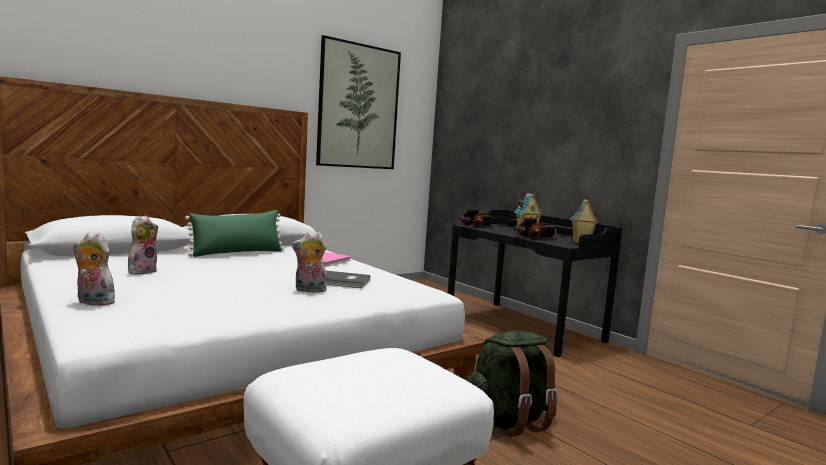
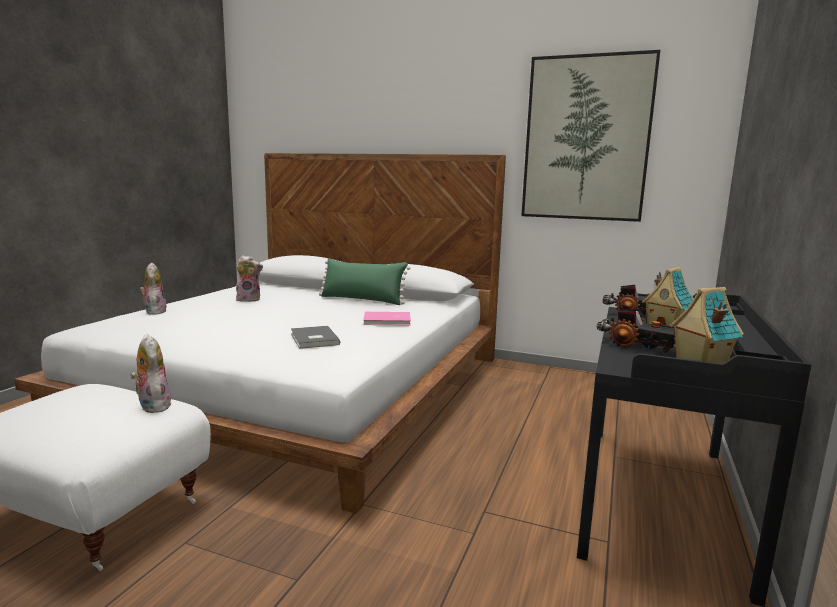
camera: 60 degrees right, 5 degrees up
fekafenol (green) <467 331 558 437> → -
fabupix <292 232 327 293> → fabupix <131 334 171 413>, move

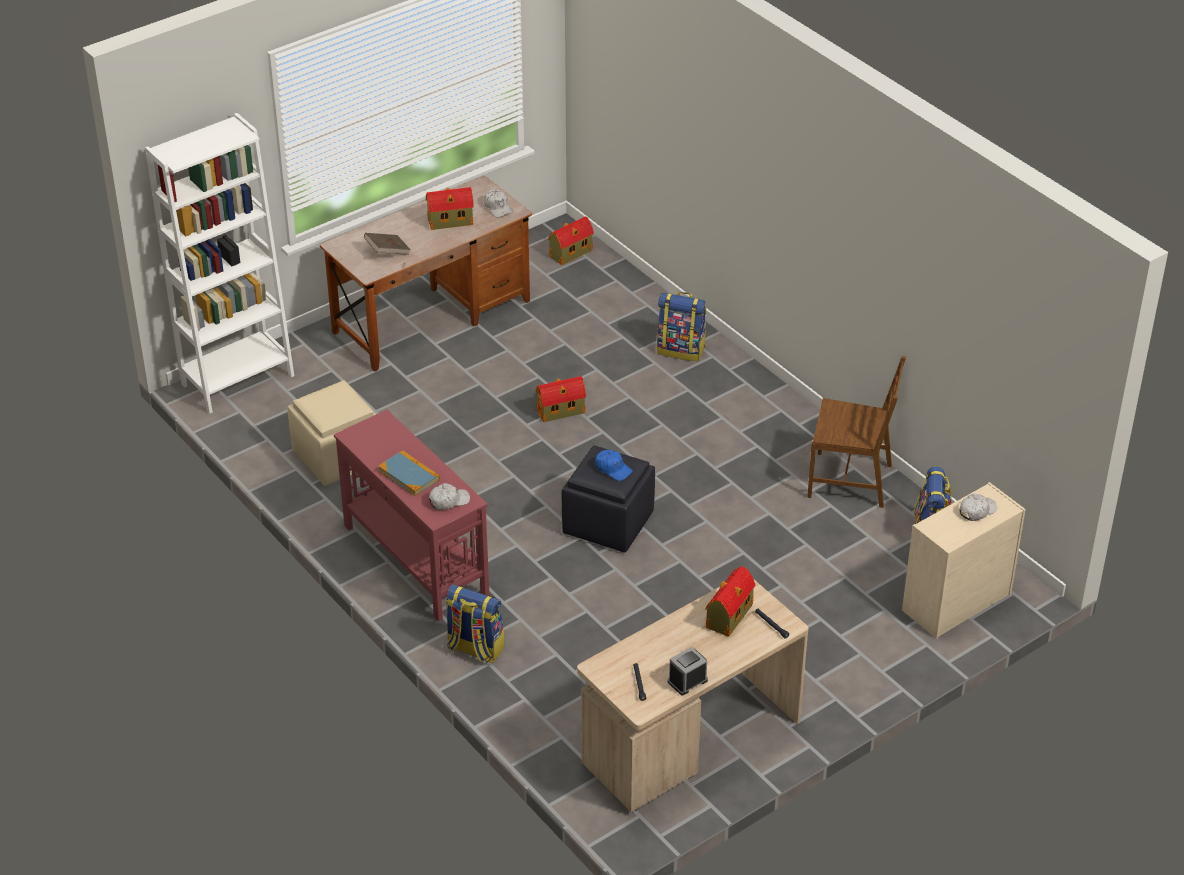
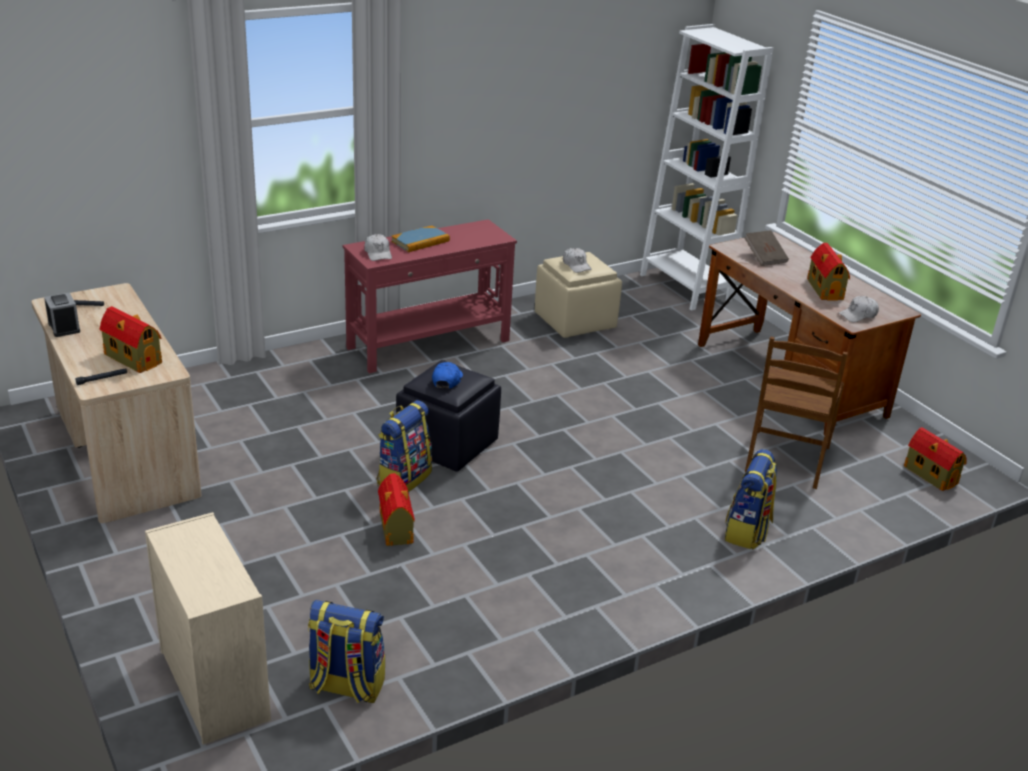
camera: 95 degrees right, 10 degrees down
fekafenol <446 584 504 663> → fekafenol <377 400 432 492>, move
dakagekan <535 376 586 422> → dakagekan <378 473 415 546>, move
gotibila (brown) <807 356 906 508> → gotibila (brown) <745 336 848 489>, move
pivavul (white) <959 494 997 521> → pivavul (white) <563 248 592 273>, move
pivavul (blue) <595 450 633 481> → pivavul (blue) <432 362 463 389>, 150 degrees clockwise

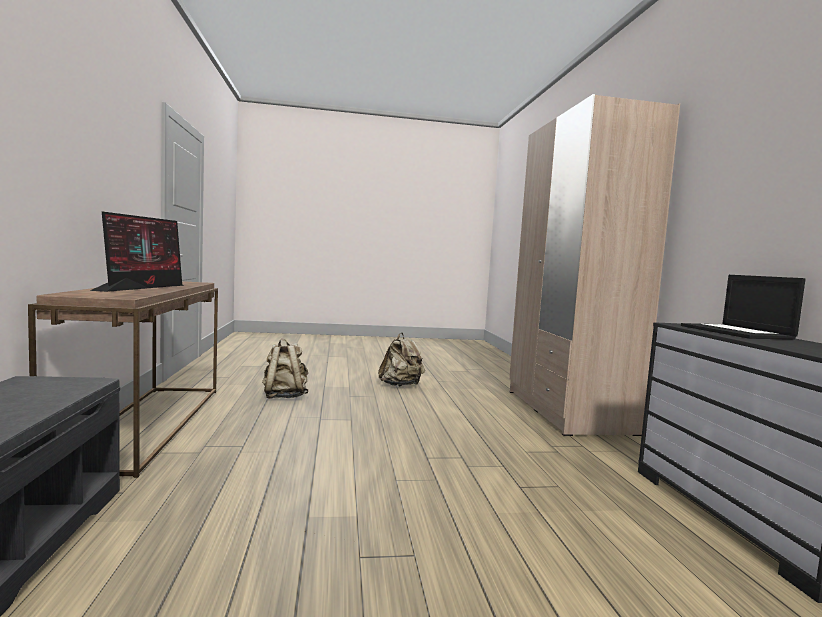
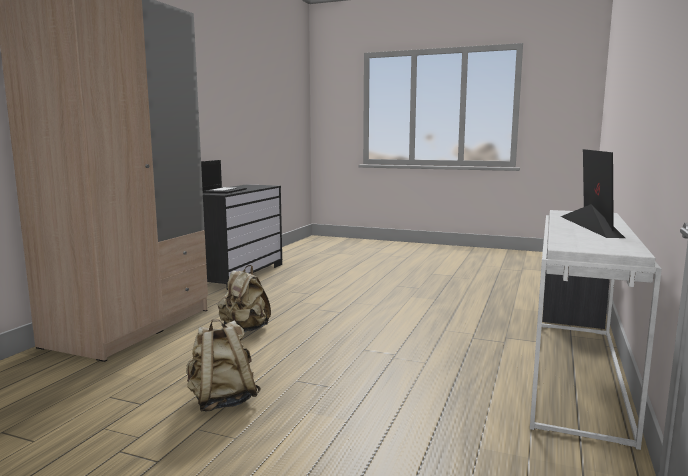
camera: 150 degrees left, 5 degrees up
fekafenol (beige) <262 339 308 399> → fekafenol (beige) <218 265 271 332>, move
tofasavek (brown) <28 281 218 478> → tofasavek (white) <530 210 662 450>
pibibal <90 211 183 292> → pibibal <561 149 625 238>, 150 degrees clockwise

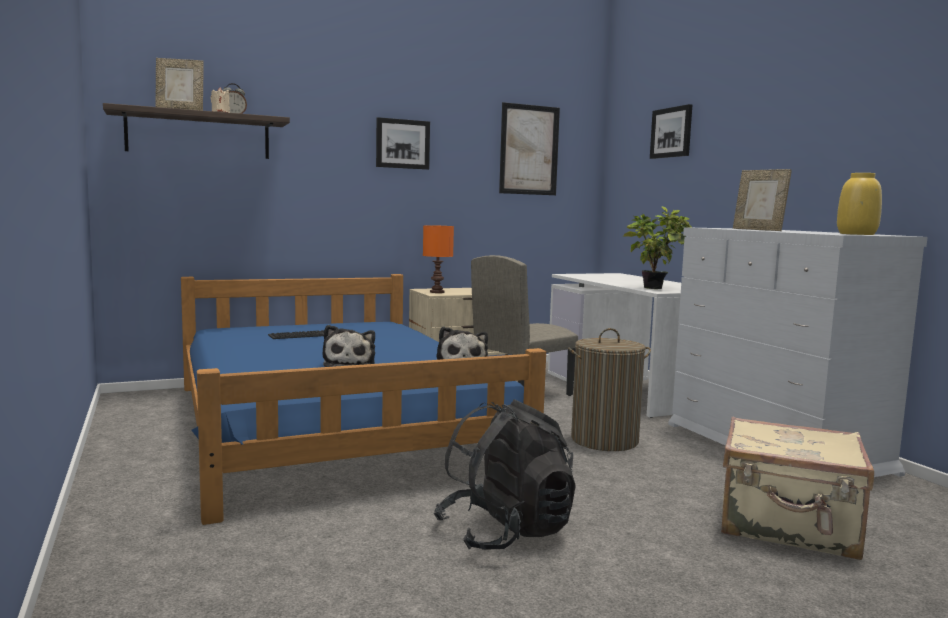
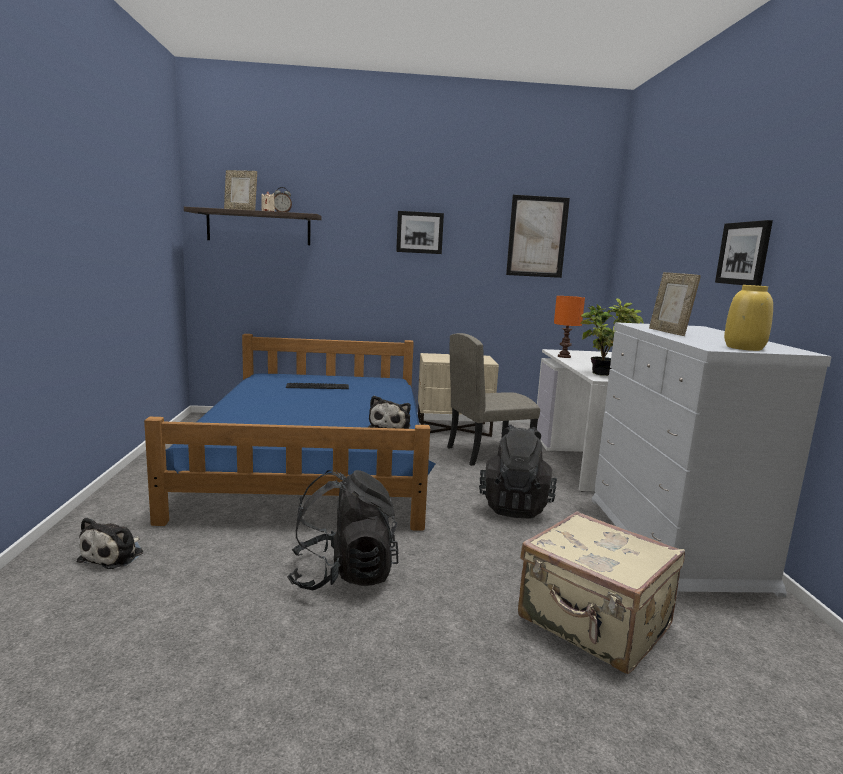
camera: 20 degrees right, 5 degrees up
fabupix <322 325 375 367> → fabupix <77 517 143 569>, move
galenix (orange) <423 225 454 293> → galenix (orange) <554 296 585 358>, move
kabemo <650 104 692 159> → kabemo <715 220 773 286>, move
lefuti <568 328 651 451> → fekafenol (black) <479 425 557 519>

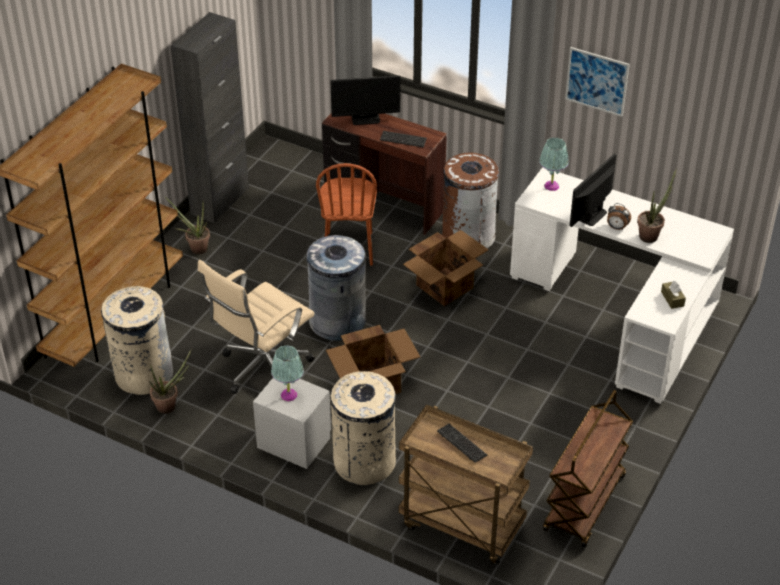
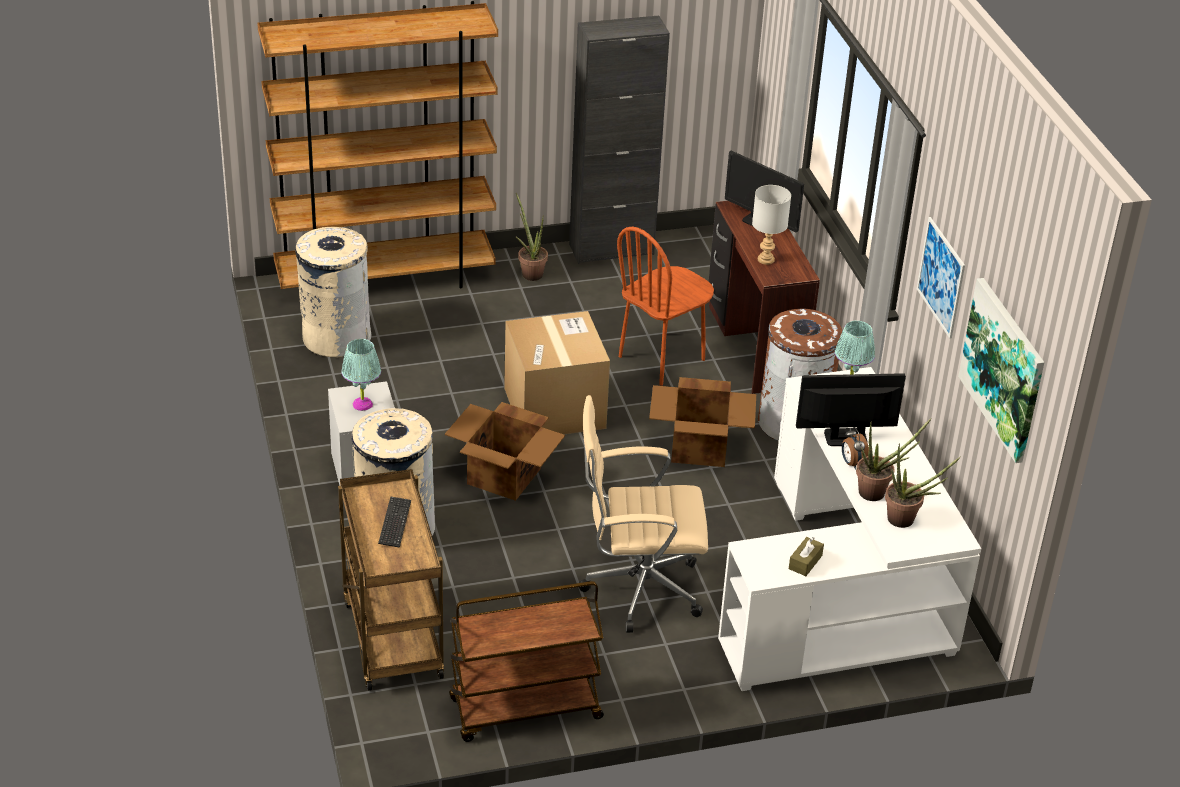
camera: 45 degrees right, 5 degrees down
- → kabemo <958 278 1045 463>
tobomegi <149 349 192 414> → tobomegi <885 443 961 528>, move
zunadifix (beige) <198 260 315 394> → zunadifix (beige) <579 395 708 633>, move
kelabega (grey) <306 235 366 341> → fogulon <504 311 610 434>
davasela <380 131 427 148> → galenix (grey) <752 185 791 265>

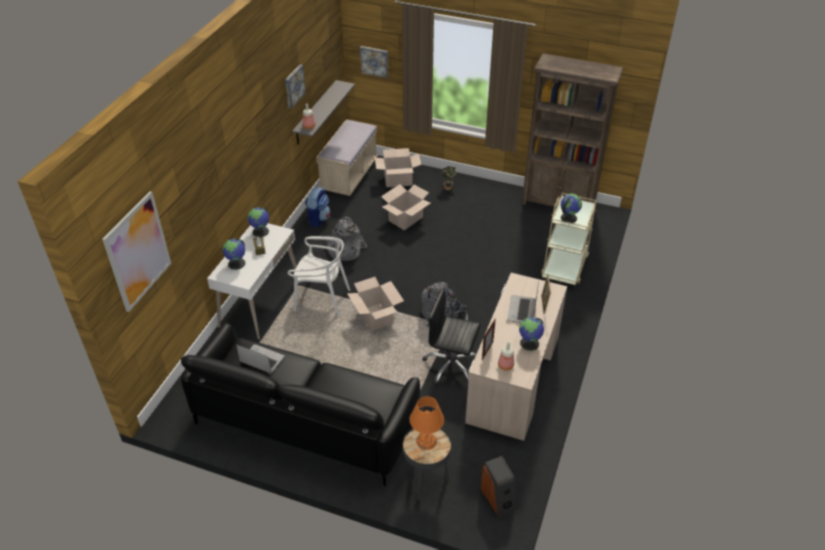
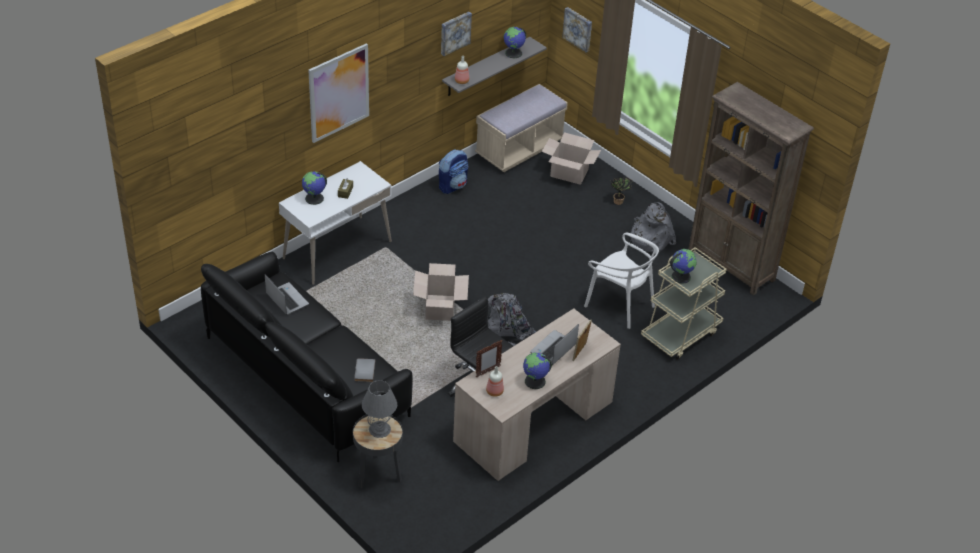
camera: 25 degrees right, 0 degrees up
fogulon <381 184 430 230> → -
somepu <480 456 516 518> → -
- → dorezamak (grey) <354 358 376 382>
kabemo <102 191 171 312> → kabemo <308 43 369 143>, move
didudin <247 207 269 237> → didudin <504 27 526 58>, move
gotibila (white) <288 236 350 315> → gotibila (white) <584 233 659 329>, move
fekafenol (grey) <326 217 367 261> → fekafenol (grey) <630 202 676 252>, move
galenix (orange) <410 396 444 450> → galenix (grey) <362 380 397 438>

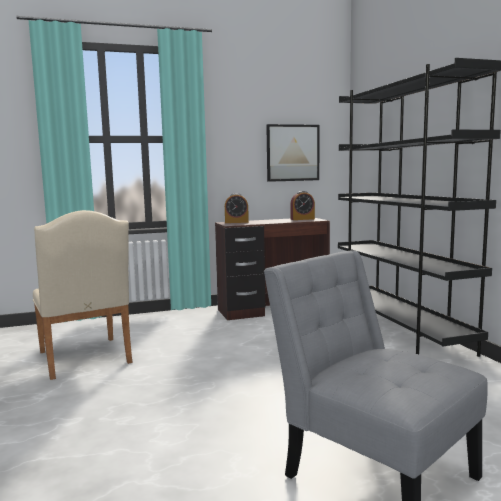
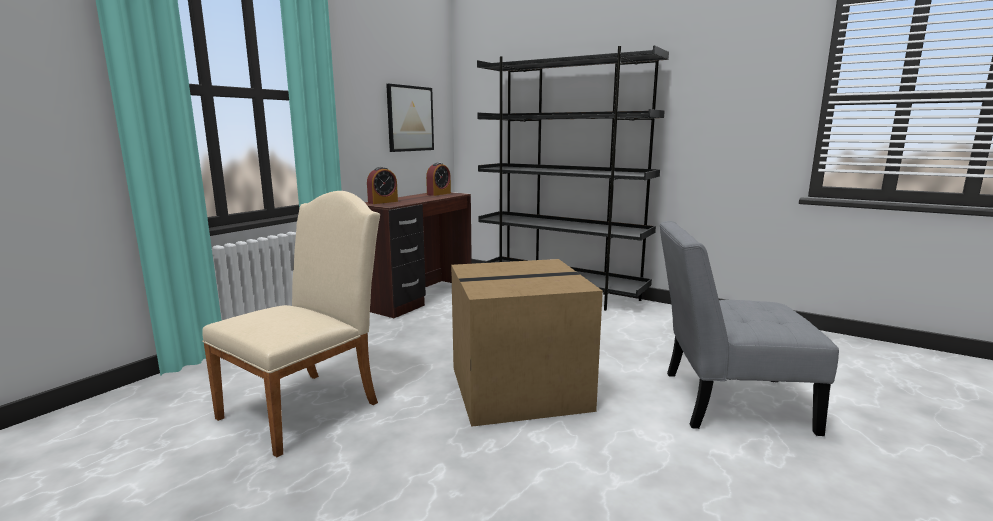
camera: 40 degrees left, 5 degrees up
- → fogulon <451 259 603 427>
gotibila (beige) <33 210 133 380> → gotibila (beige) <202 191 380 457>, 75 degrees counterclockwise

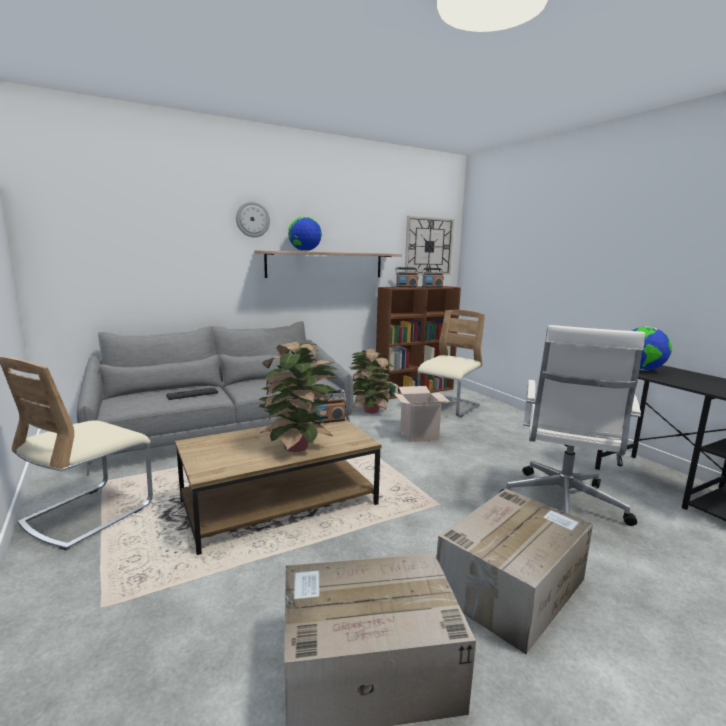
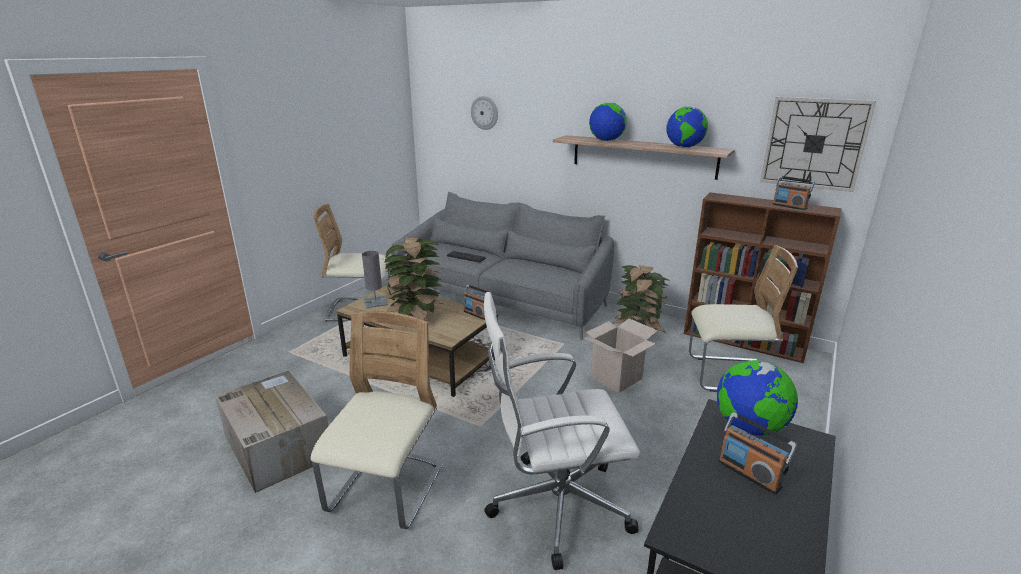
camera: 60 degrees right, 10 degrees up
- → galenix (grey) <362 251 388 308>
- → didudin <666 106 708 148>
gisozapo <236 201 270 237> → gisozapo <471 96 498 130>, move
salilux <396 267 419 287> → salilux <718 412 797 495>, move
fogulon <437 489 593 654> → gotibila (beige) <311 311 443 529>

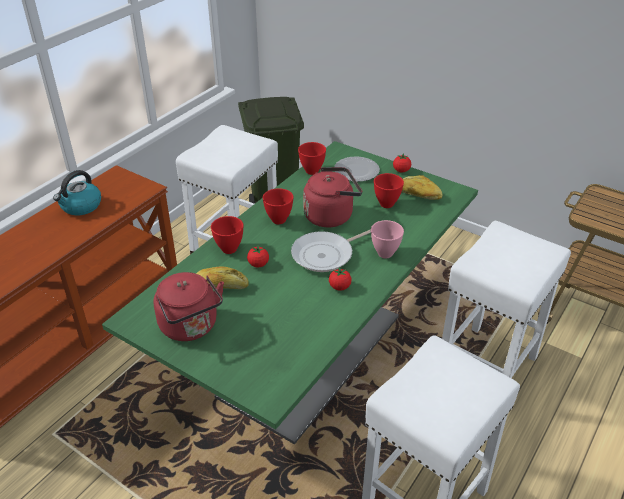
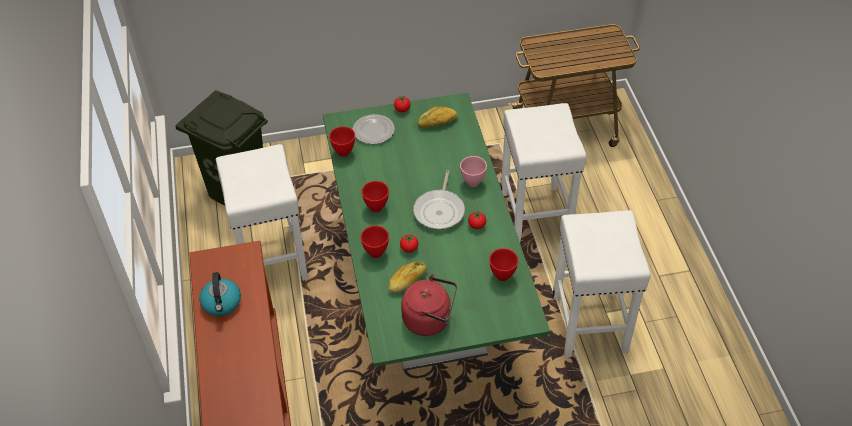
camera: 45 degrees left, 10 degrees up
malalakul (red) <303 167 362 227> → -
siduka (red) <374 173 404 208> → siduka (red) <489 248 519 281>, move

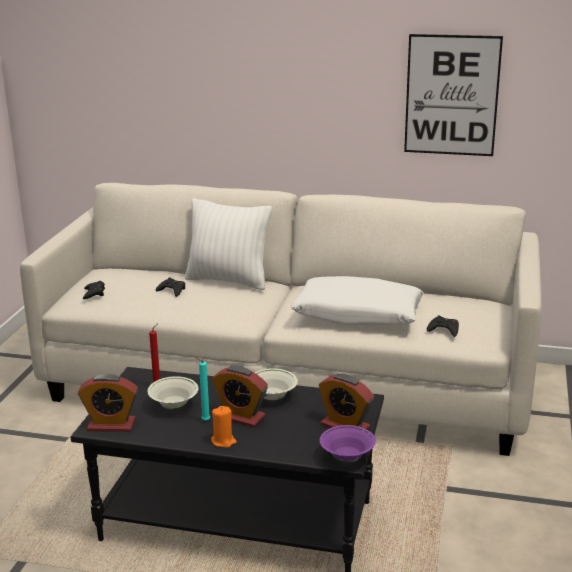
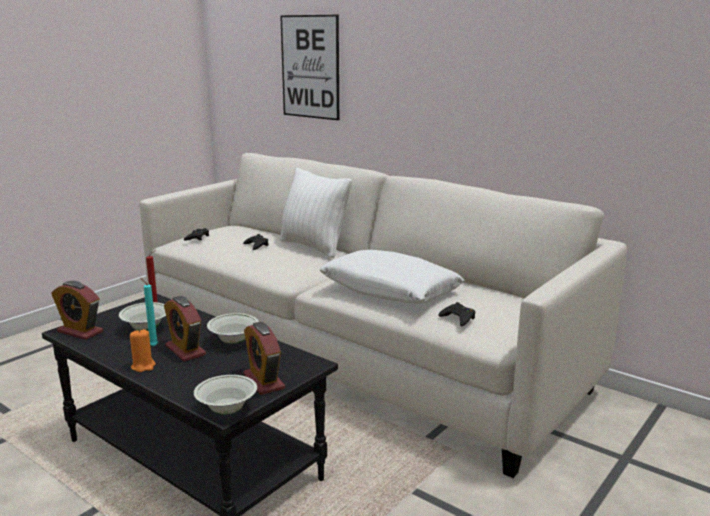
camera: 25 degrees right, 5 degrees down
kabemo <404 34 503 156> → kabemo <280 15 339 120>, move
siduka (purple) <320 425 376 463> → siduka (white) <194 375 257 415>

